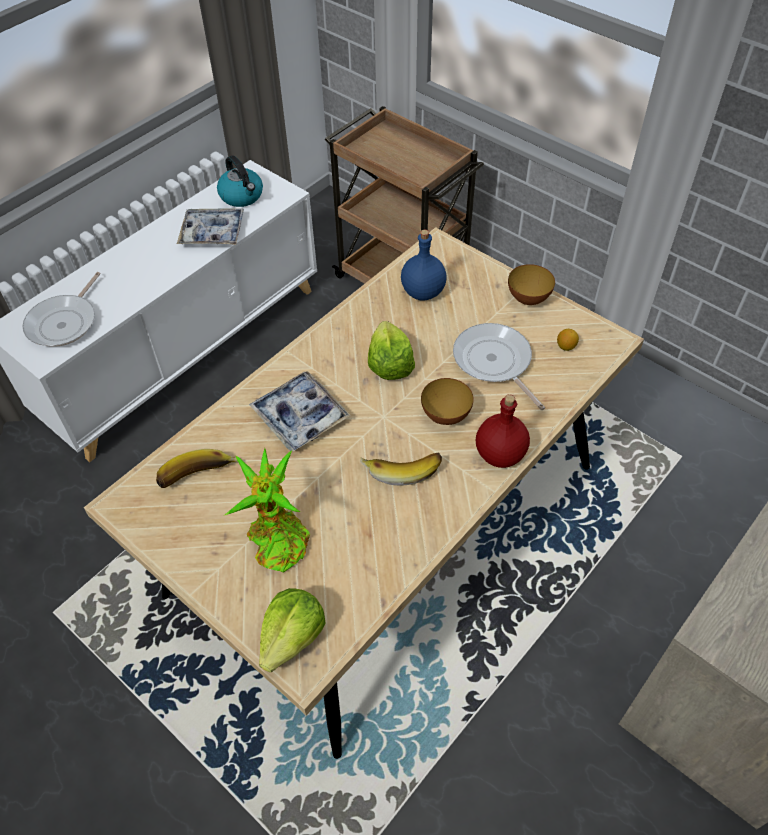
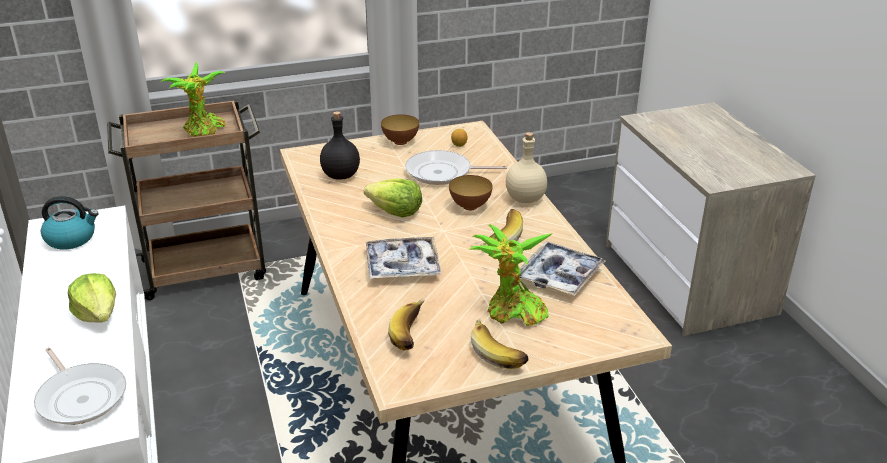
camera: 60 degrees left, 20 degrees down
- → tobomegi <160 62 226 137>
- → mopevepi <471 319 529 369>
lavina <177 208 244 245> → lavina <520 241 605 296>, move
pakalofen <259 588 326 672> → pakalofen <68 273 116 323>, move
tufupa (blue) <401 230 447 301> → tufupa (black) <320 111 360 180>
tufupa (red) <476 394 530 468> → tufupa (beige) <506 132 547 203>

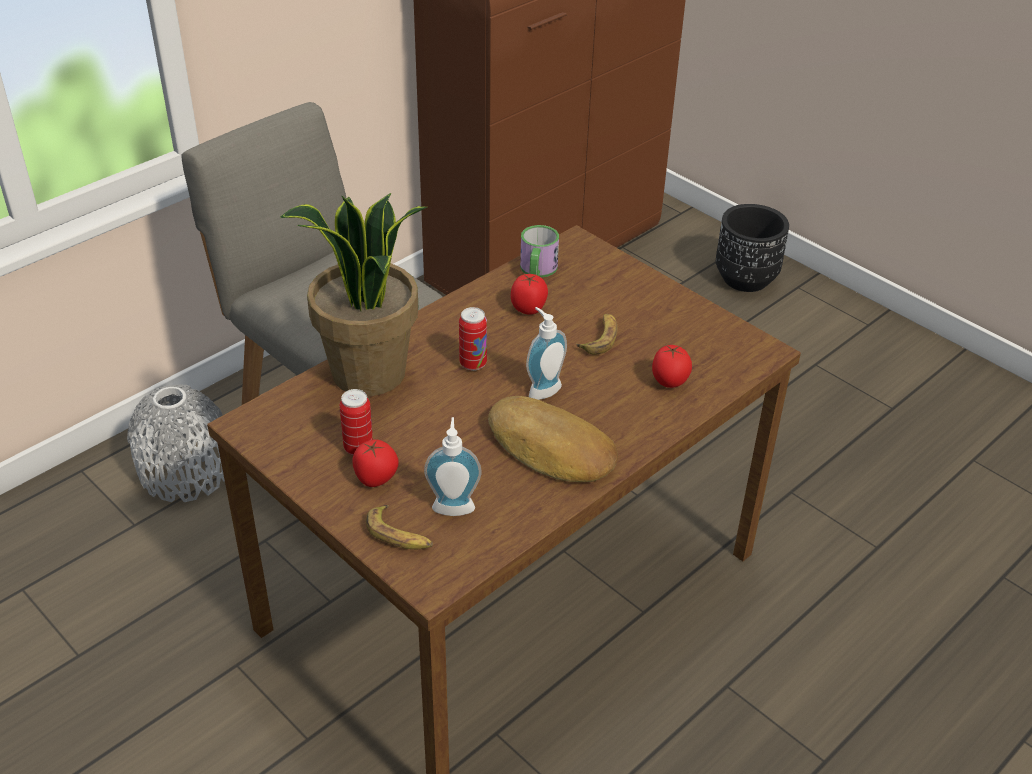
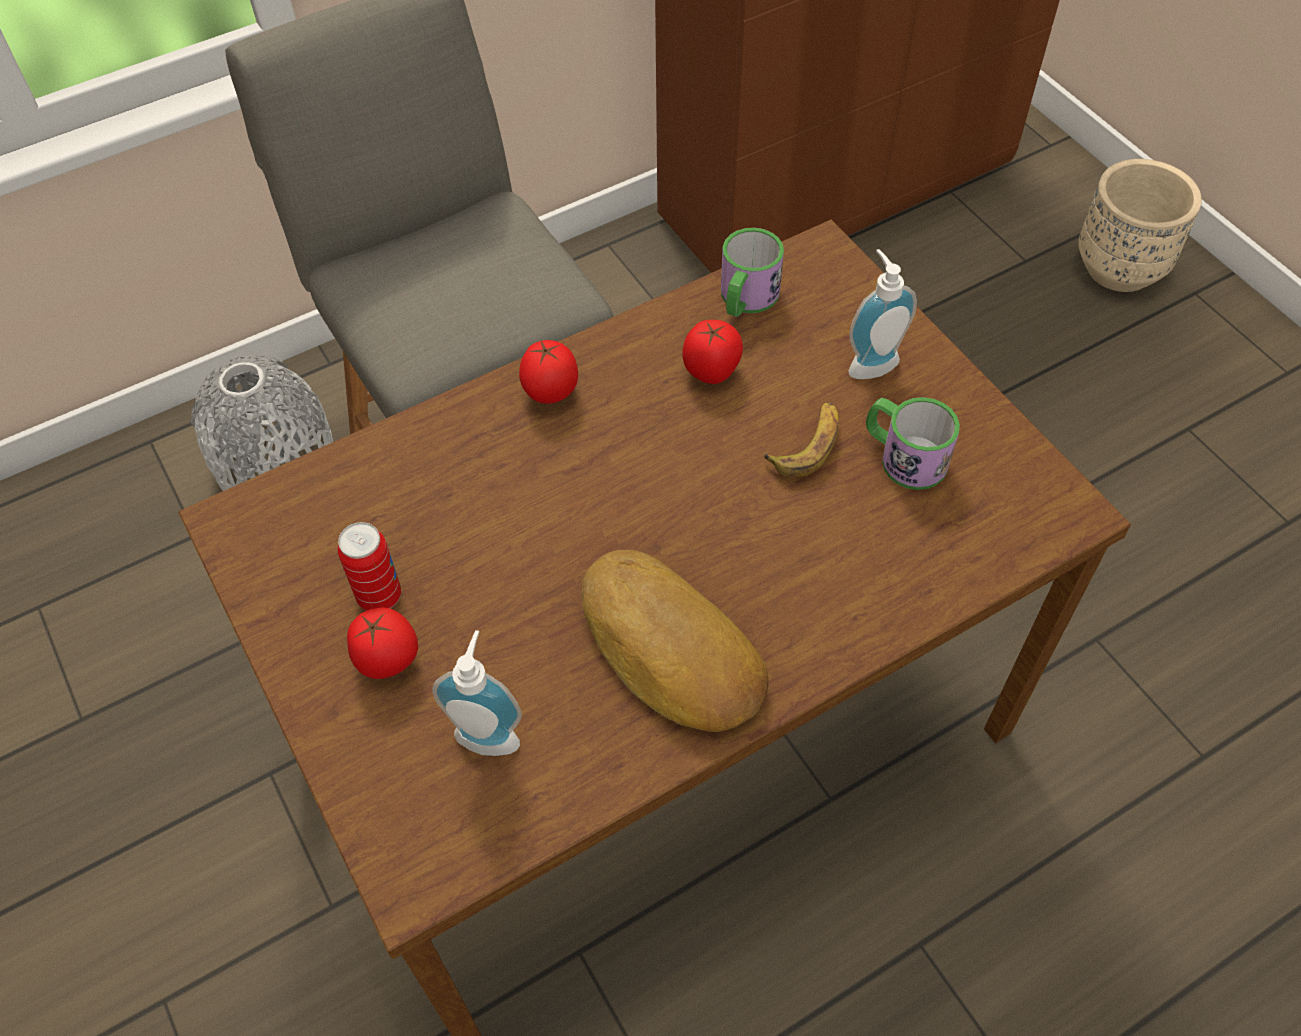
camera: 15 degrees right, 15 degrees up
tobomegi <280 193 427 396> → -
mopevepi <366 505 433 549> → -
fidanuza <459 307 487 371> → -
- → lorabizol <866 397 960 490>
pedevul <526 307 567 400> → pedevul <848 249 917 379>, move
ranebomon <652 345 692 388> → ranebomon <519 340 578 404>, move
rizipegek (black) <716 204 789 292> → rizipegek (beige) <1078 159 1202 292>

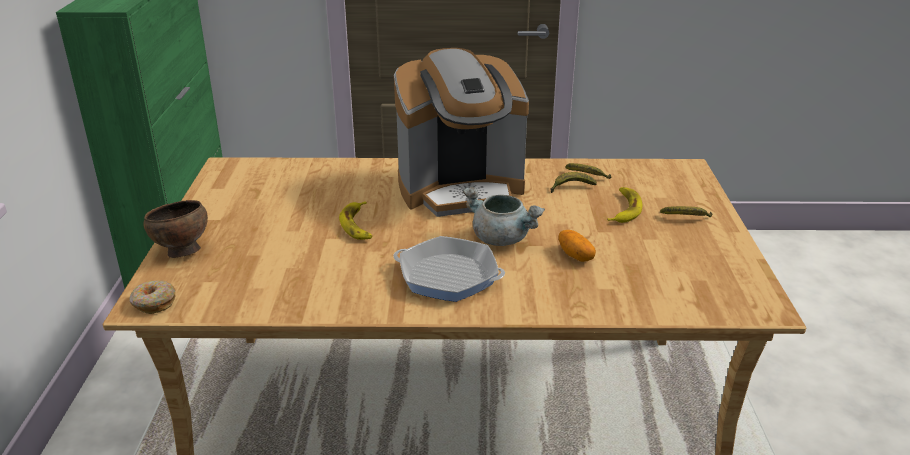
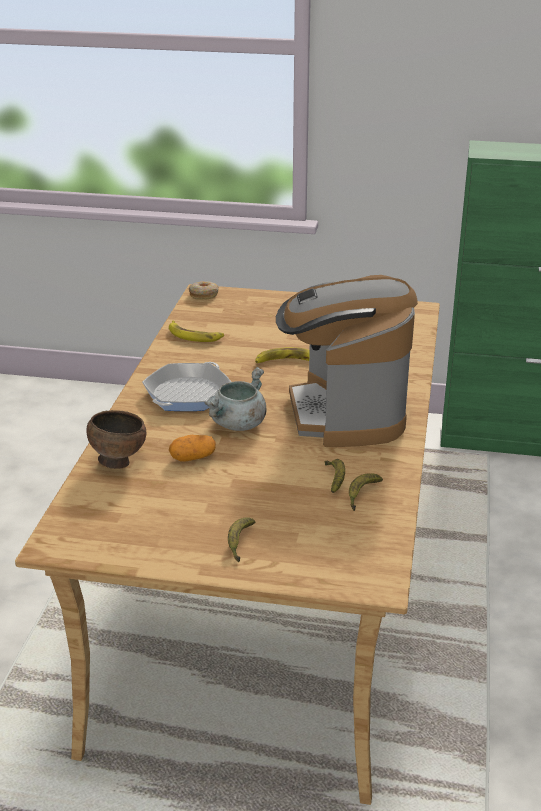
camera: 100 degrees right, 0 degrees up
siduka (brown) <143 200 208 258> → siduka (brown) <86 410 146 469>, move
mopevepi <607 187 642 223> → mopevepi <169 321 224 342>, move

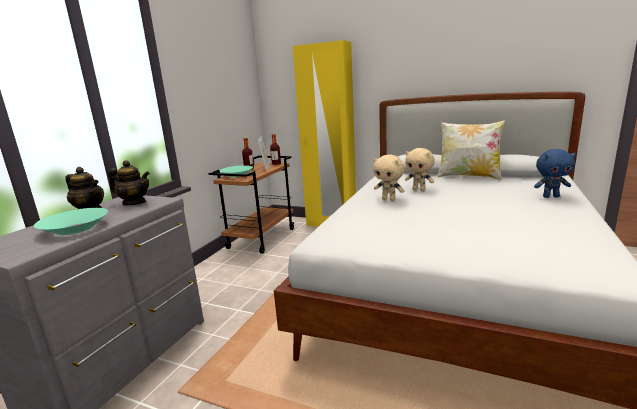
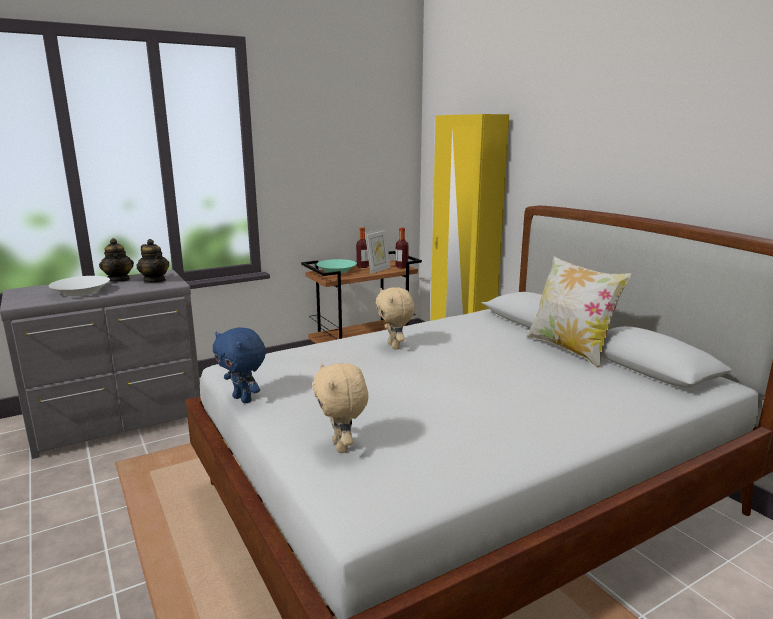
camera: 35 degrees right, 0 degrees up
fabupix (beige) <405 148 435 191> → fabupix (beige) <312 363 368 453>, move
fabupix (blue) <534 149 576 198> → fabupix (blue) <213 327 266 403>, move
siduka (turquoise) <34 208 108 235> → siduka (white) <49 276 110 296>

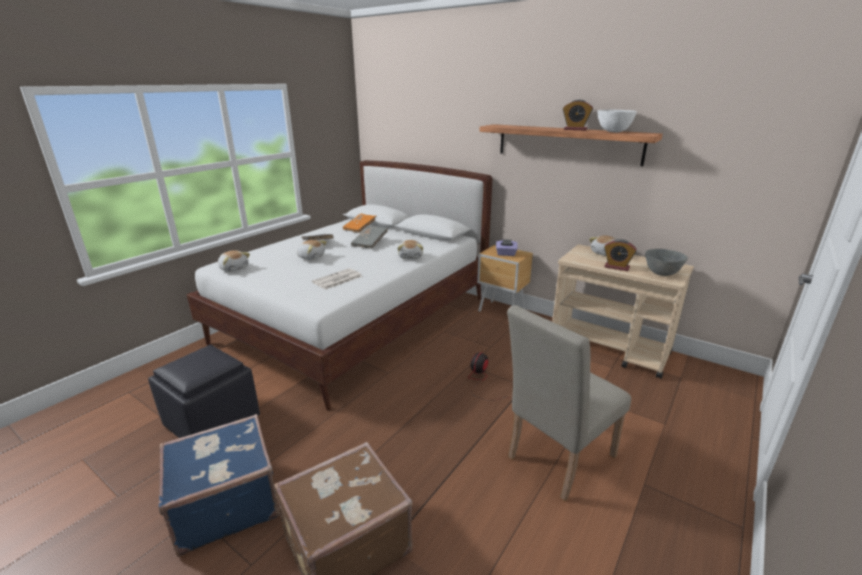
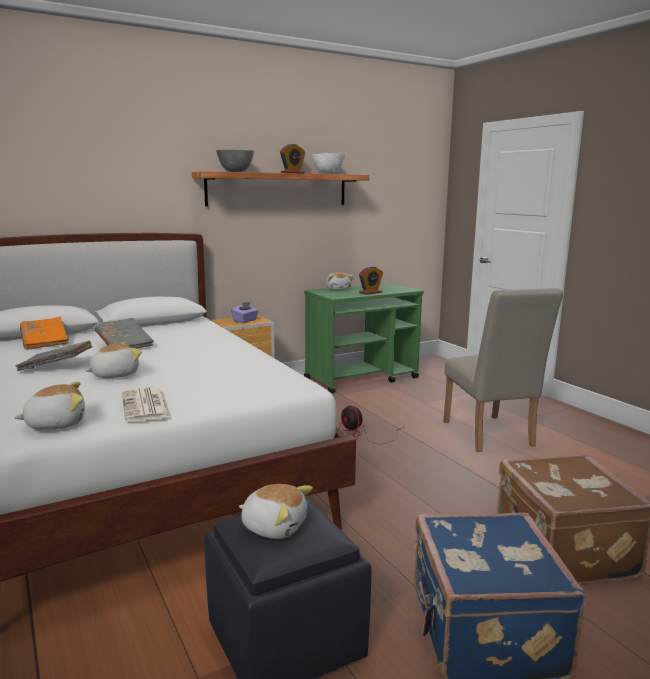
camera: 65 degrees left, 10 degrees down
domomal <312 268 363 290> → domomal <122 387 171 422>, move
fabupix <398 240 423 259> → fabupix <239 484 313 539>, move
siduka (grey) <645 249 688 276> → siduka (grey) <216 150 254 172>, move
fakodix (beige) <552 244 694 379> → fakodix (green) <304 283 424 393>

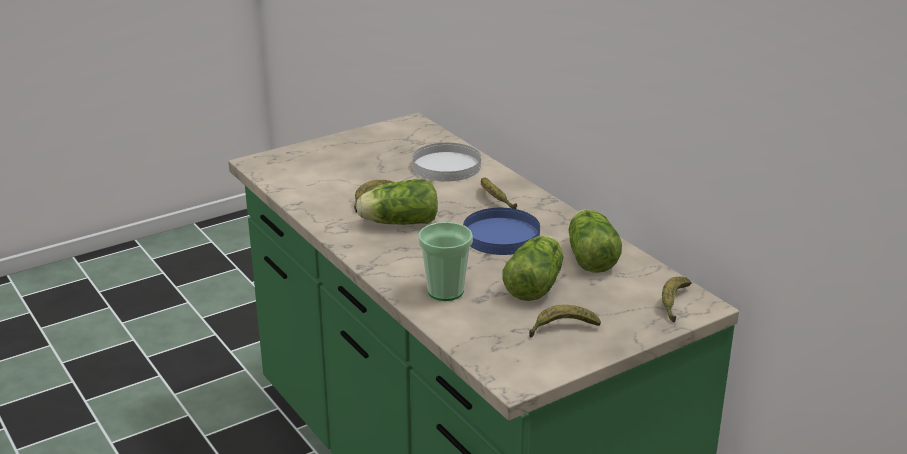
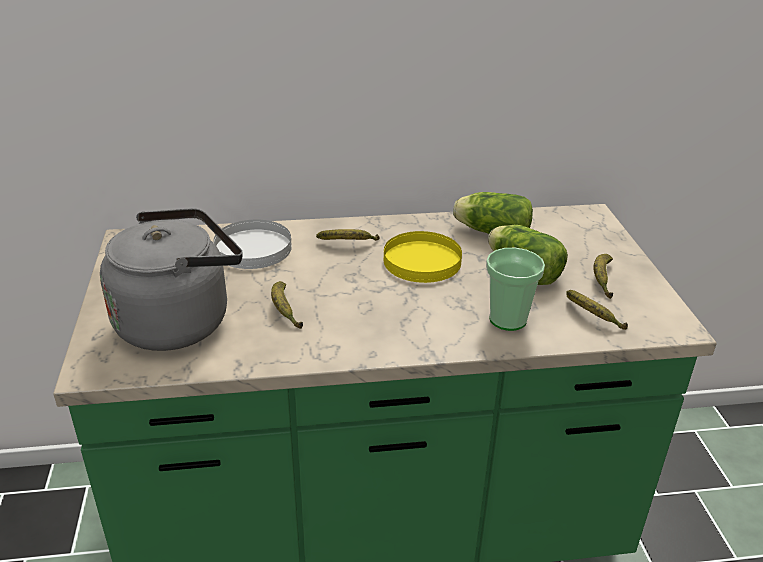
camera: 65 degrees left, 5 degrees up
pakalofen <356 179 438 225> → -
- → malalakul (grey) <100 208 243 351>
mopevepi <662 277 692 323> → mopevepi <566 290 628 330>, move
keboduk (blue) <463 208 540 255> → keboduk (yellow) <384 231 462 283>

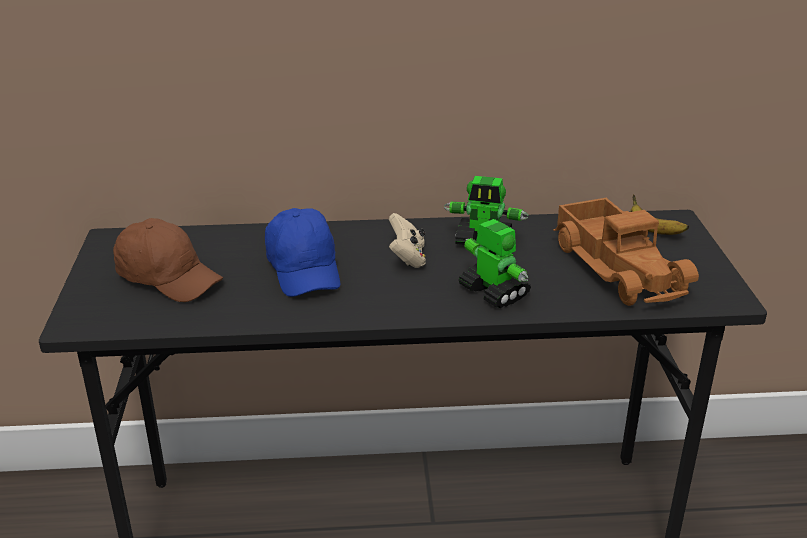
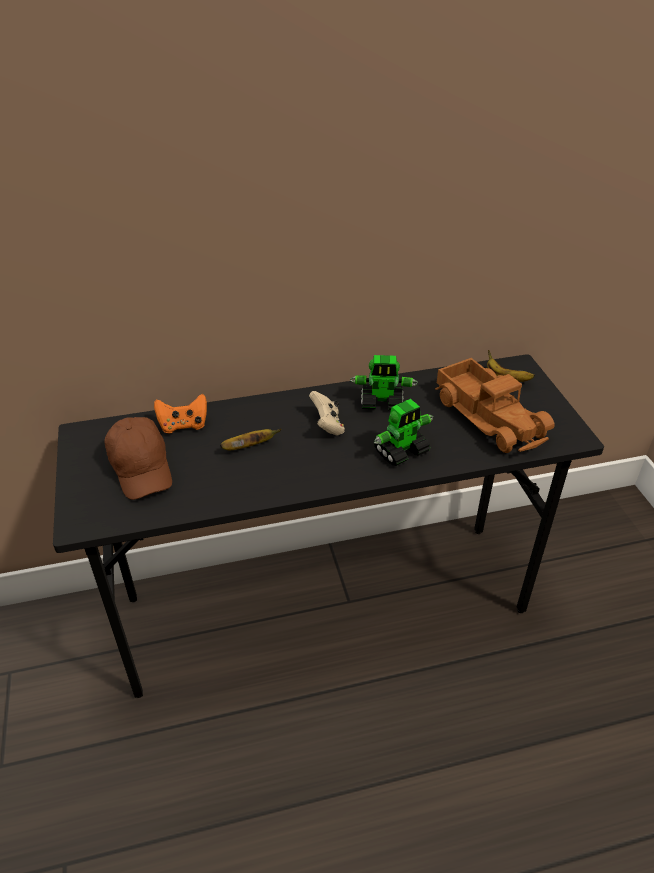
camera: 10 degrees left, 10 degrees up
- → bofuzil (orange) <154 394 207 434>
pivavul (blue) <265 208 340 297> → mopevepi <220 429 281 450>
pivavul (brown) <113 218 223 302> → pivavul (brown) <104 417 172 500>, 45 degrees clockwise
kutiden <458 219 531 308> → kutiden <374 399 434 466>, 105 degrees clockwise

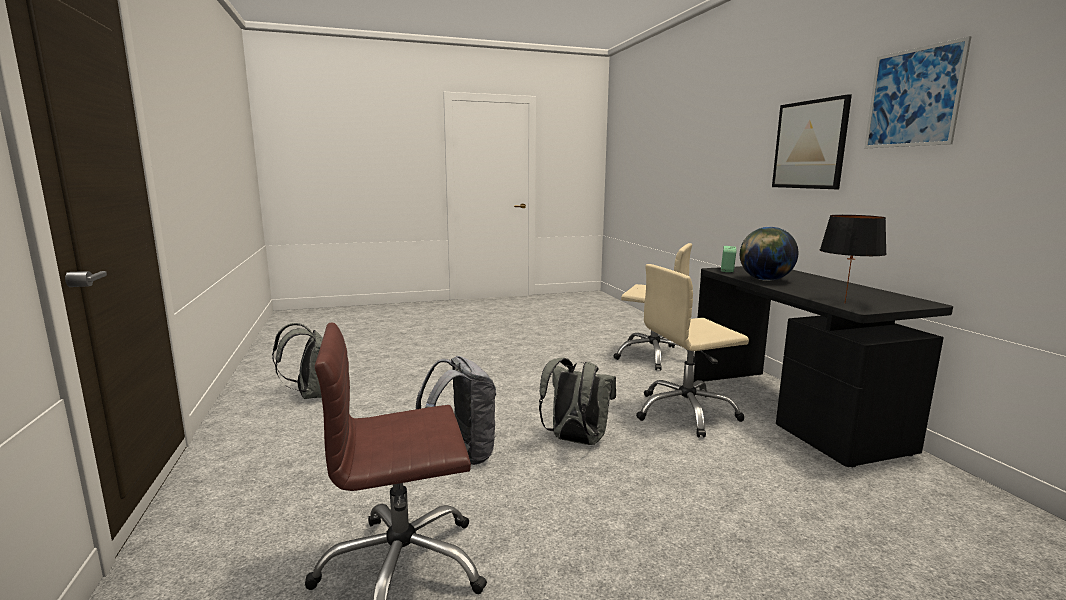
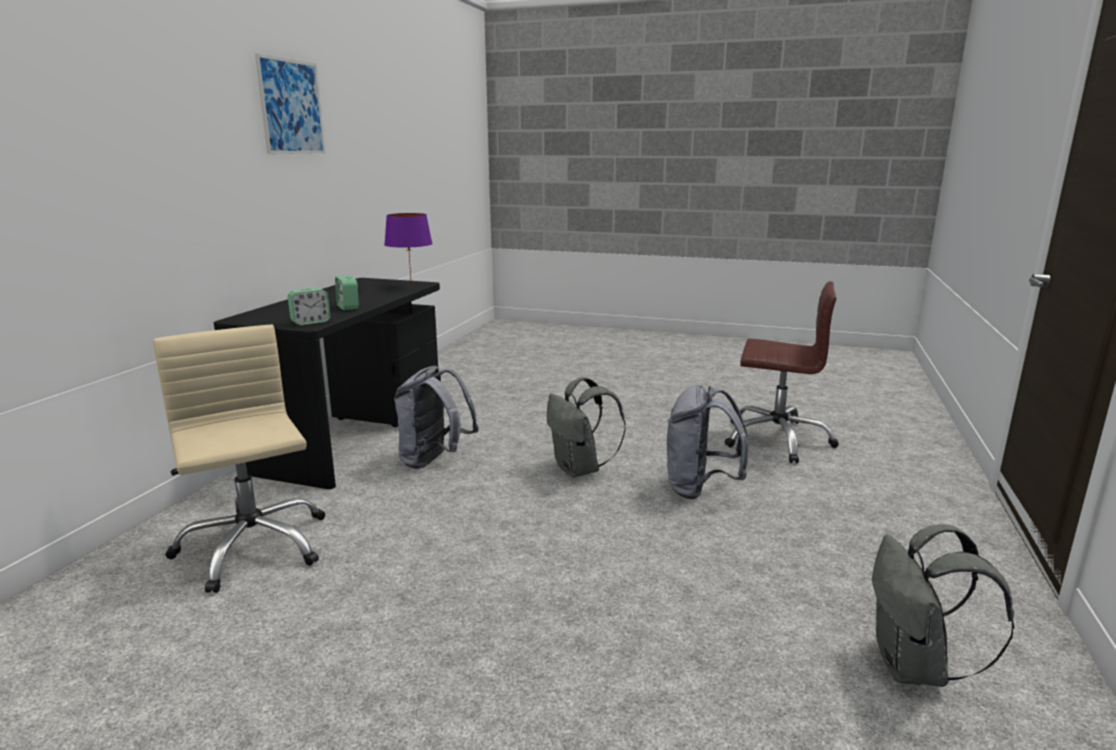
camera: 145 degrees left, 5 degrees up
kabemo <772 94 852 189> → -
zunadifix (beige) <636 264 749 437> → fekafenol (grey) <394 366 479 469>
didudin <740 227 798 281> → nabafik <335 276 359 310>
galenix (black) <820 215 887 303> → galenix (purple) <384 213 433 287>

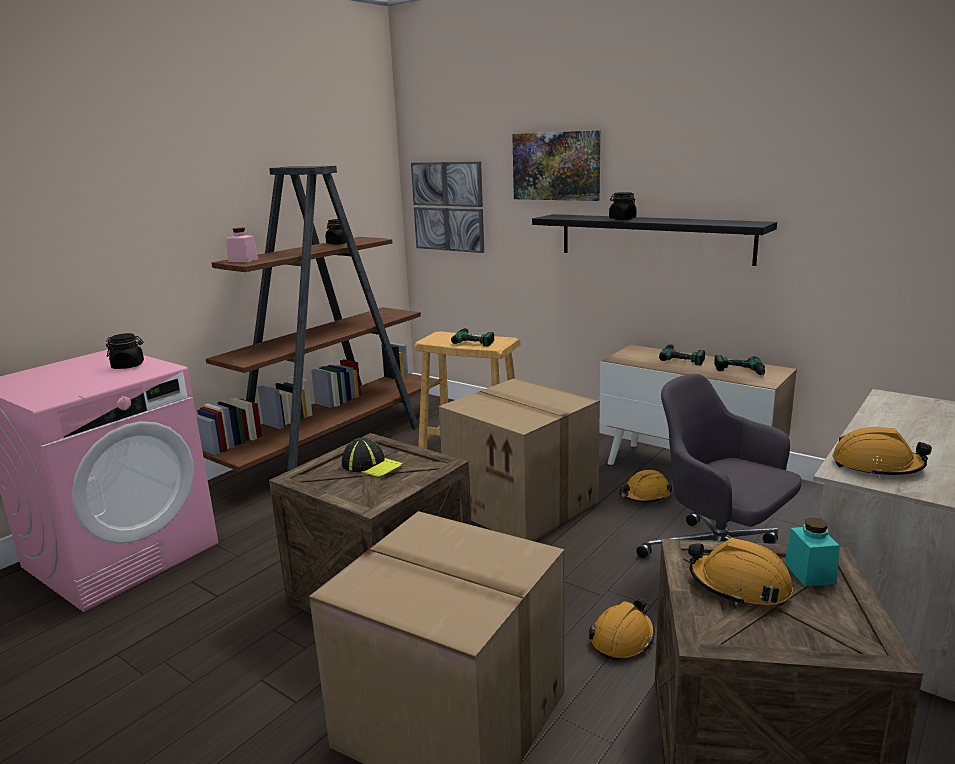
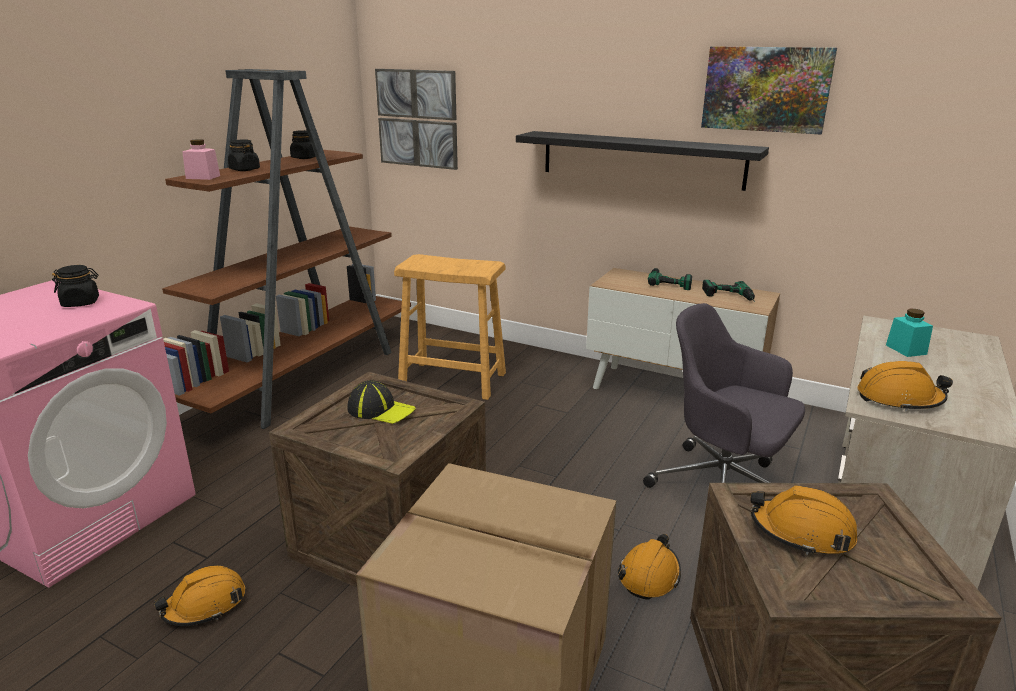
camera: 10 degrees left, 5 degrees up
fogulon <439 378 600 541> → -
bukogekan <451 328 494 346> → -
kabemo <512 130 601 201> → kabemo <701 46 837 134>, move
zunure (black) <609 192 637 220> → zunure (black) <228 139 260 171>, move
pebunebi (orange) <619 470 672 503> → pebunebi (orange) <154 566 245 626>, move
zunure (turquoise) <785 517 840 587> → zunure (turquoise) <886 309 933 357>, move

